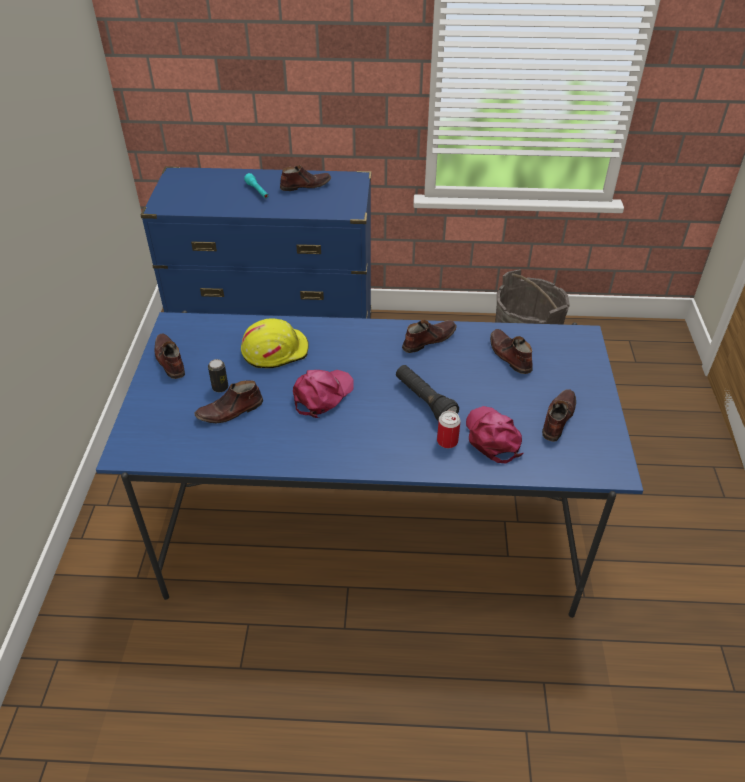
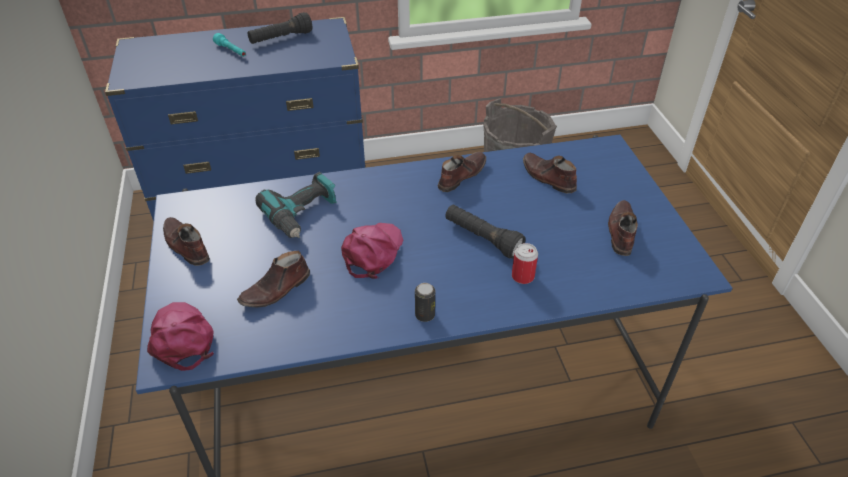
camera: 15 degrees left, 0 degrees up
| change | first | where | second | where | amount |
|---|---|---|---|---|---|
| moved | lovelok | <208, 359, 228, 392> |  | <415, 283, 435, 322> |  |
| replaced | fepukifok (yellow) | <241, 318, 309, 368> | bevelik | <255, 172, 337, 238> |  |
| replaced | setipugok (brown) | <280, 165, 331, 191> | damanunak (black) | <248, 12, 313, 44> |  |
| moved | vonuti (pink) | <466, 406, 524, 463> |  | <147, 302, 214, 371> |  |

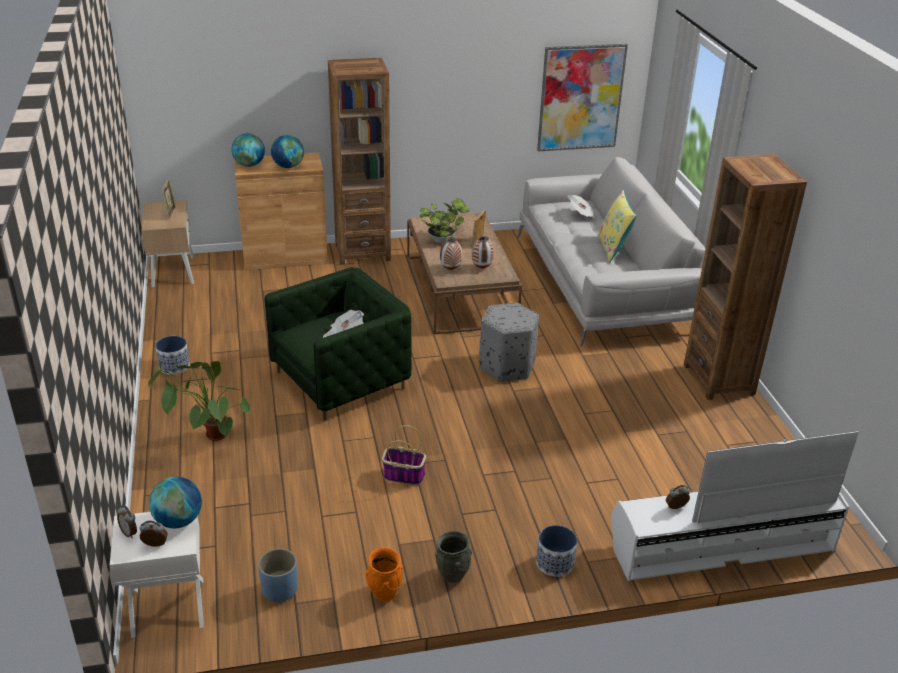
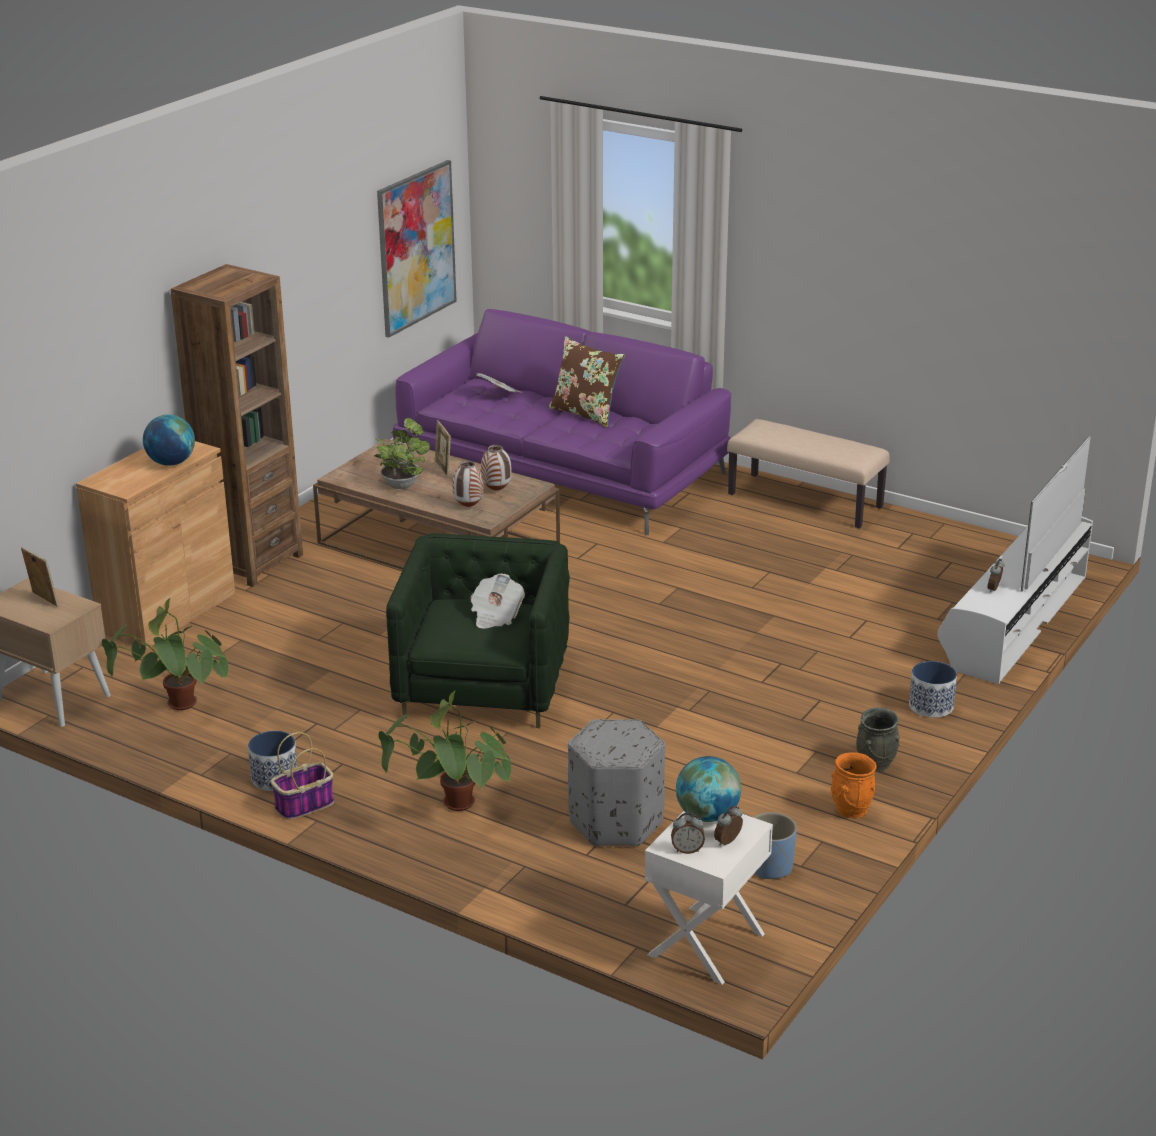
camera: 45 degrees left, 5 degrees down
| change | first | where | second | where | amount |
|---|---|---|---|---|---|
| removed | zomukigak | <232, 134, 265, 167> |  |  |  |
| moved | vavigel | <382, 425, 426, 485> |  | <271, 732, 334, 820> |  |
| moved | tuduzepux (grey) | <479, 303, 539, 382> |  | <568, 719, 665, 846> |  |
| recoloured | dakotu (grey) | <517, 157, 706, 347> | dakotu (purple) | <393, 309, 731, 535> |  |
| recoloured | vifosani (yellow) | <598, 190, 637, 263> | vifosani (brown) | <549, 336, 625, 428> |  |
| replaced | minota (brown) | <684, 154, 807, 400> | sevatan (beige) | <727, 419, 890, 528> |  |
| added |  |  | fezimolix | <102, 598, 229, 710> |  |

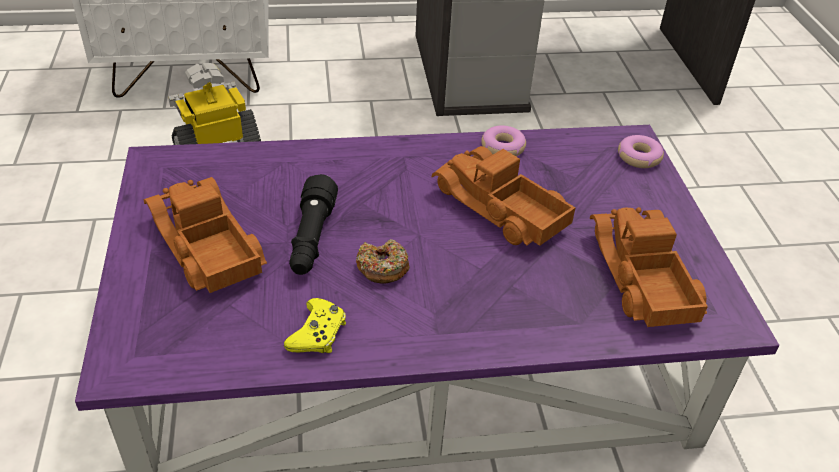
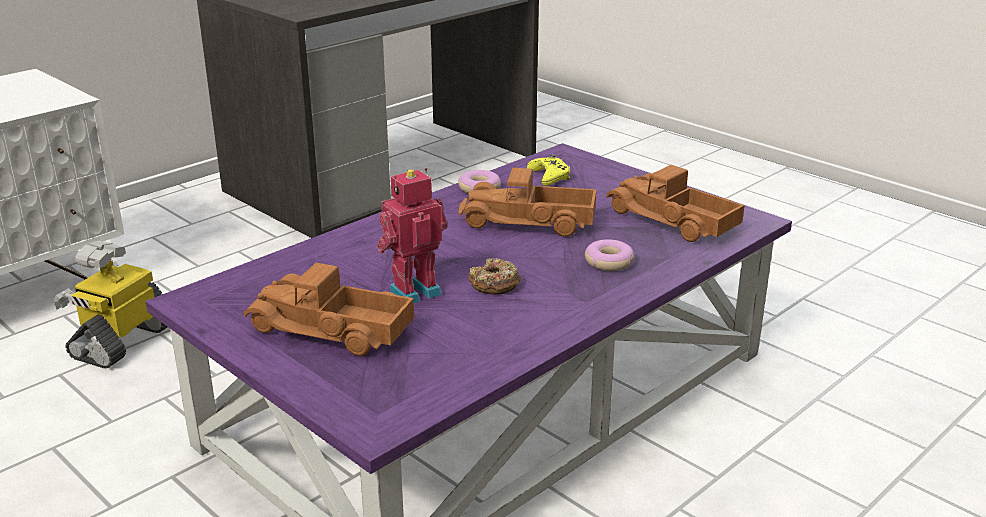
camera: 35 degrees left, 15 degrees down
| change | first | where | second | where | amount |
|---|---|---|---|---|---|
| moved | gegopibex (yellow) | <284, 298, 346, 353> |  | <527, 154, 570, 186> |  |
| replaced | damanunak (black) | <289, 174, 338, 275> | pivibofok | <377, 168, 448, 303> |  |
| moved | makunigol | <618, 135, 664, 168> |  | <585, 239, 634, 271> |  |

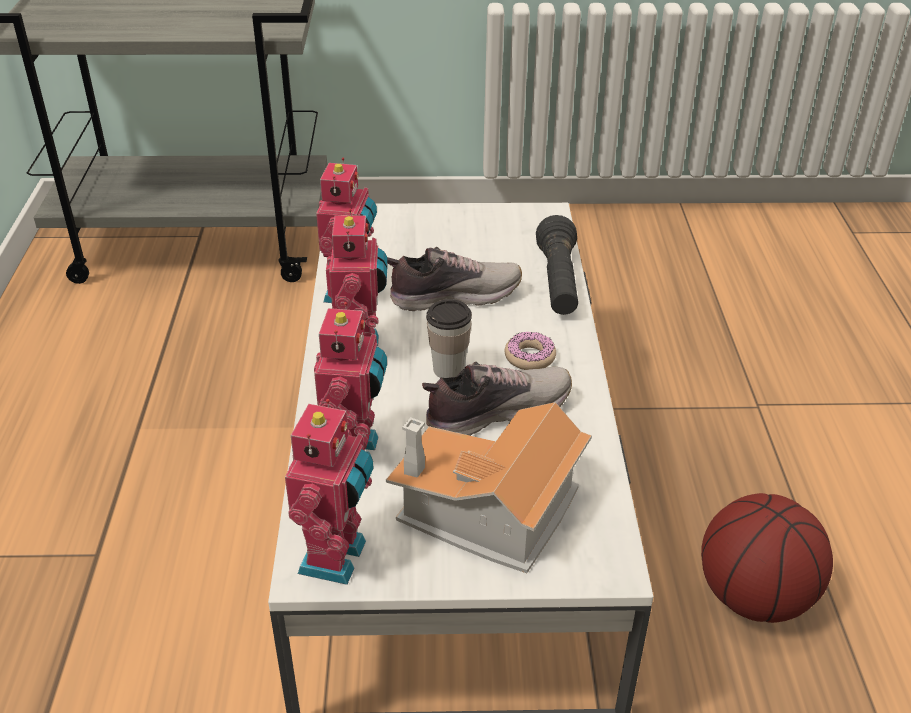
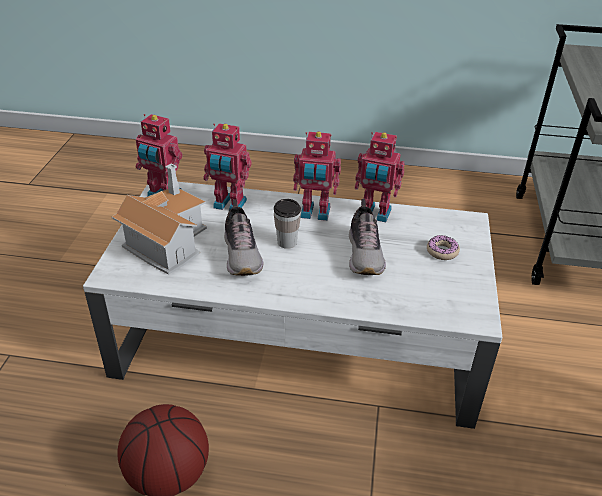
camera: 100 degrees right, 0 degrees up
| change | first | where | second | where | amount |
|---|---|---|---|---|---|
| moved | makunigol | <505, 332, 556, 370> |  | <427, 235, 460, 260> |  |
| removed | damanunak (black) | <536, 215, 578, 315> |  |  |  |

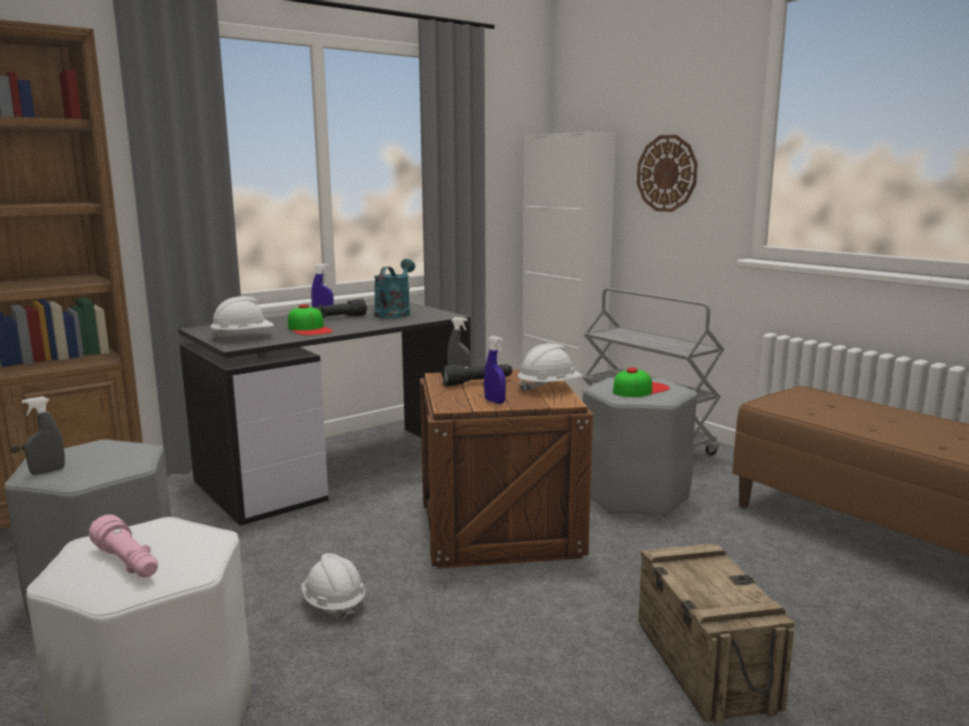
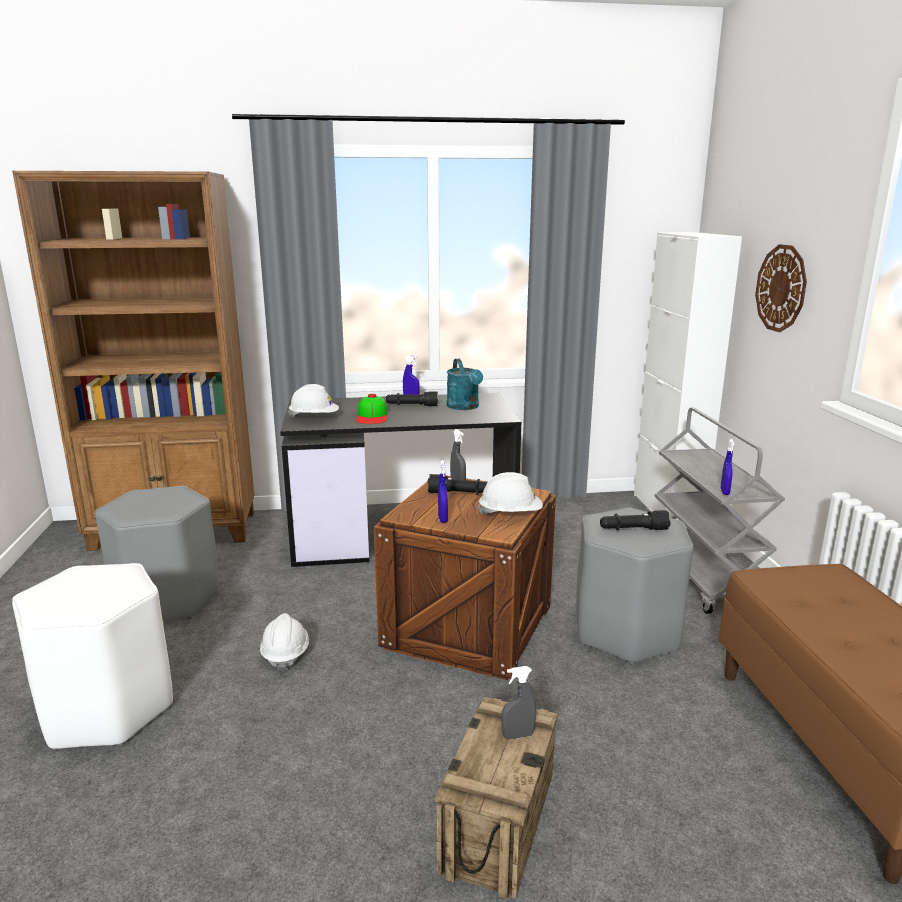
camera: 30 degrees right, 5 degrees up
| change | first | where | second | where | amount |
|---|---|---|---|---|---|
| moved | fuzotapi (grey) | <22, 396, 65, 475> |  | <501, 666, 536, 740> |  |
| removed | damanunak (pink) | <89, 514, 158, 577> |  |  |  |
| turned | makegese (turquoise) | <374, 259, 415, 318> |  | <447, 359, 483, 410> | 120 degrees clockwise |
| replaced | vonuti | <613, 367, 670, 397> | damanunak (black) | <600, 510, 671, 530> |  |
| added |  |  | fuzotapi (blue) | <720, 439, 734, 495> |  |

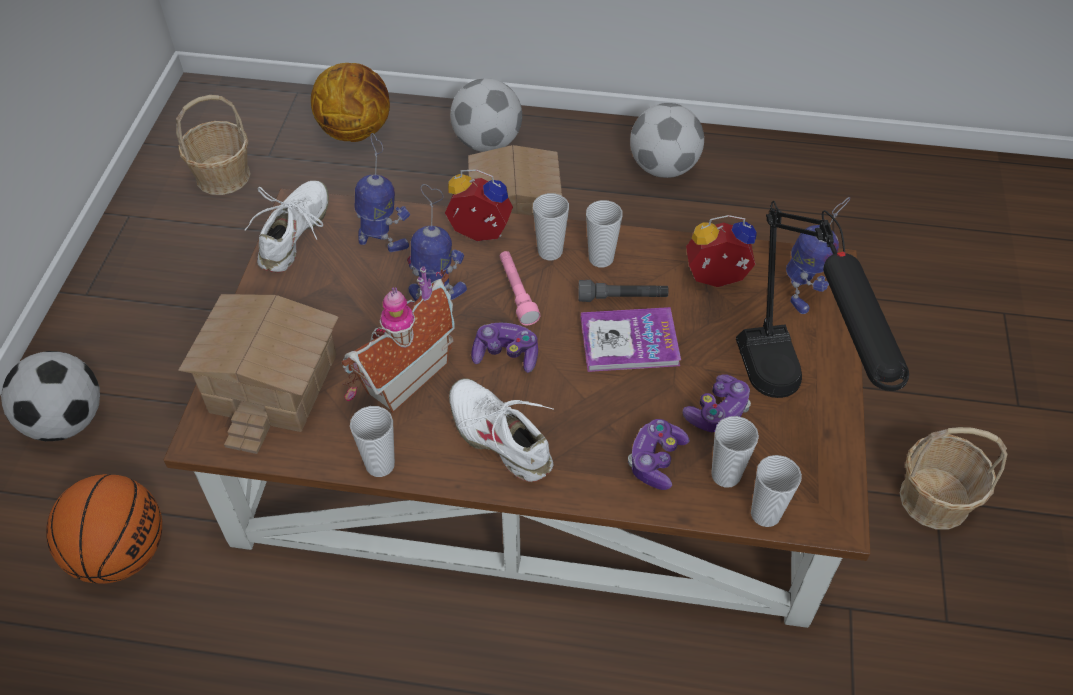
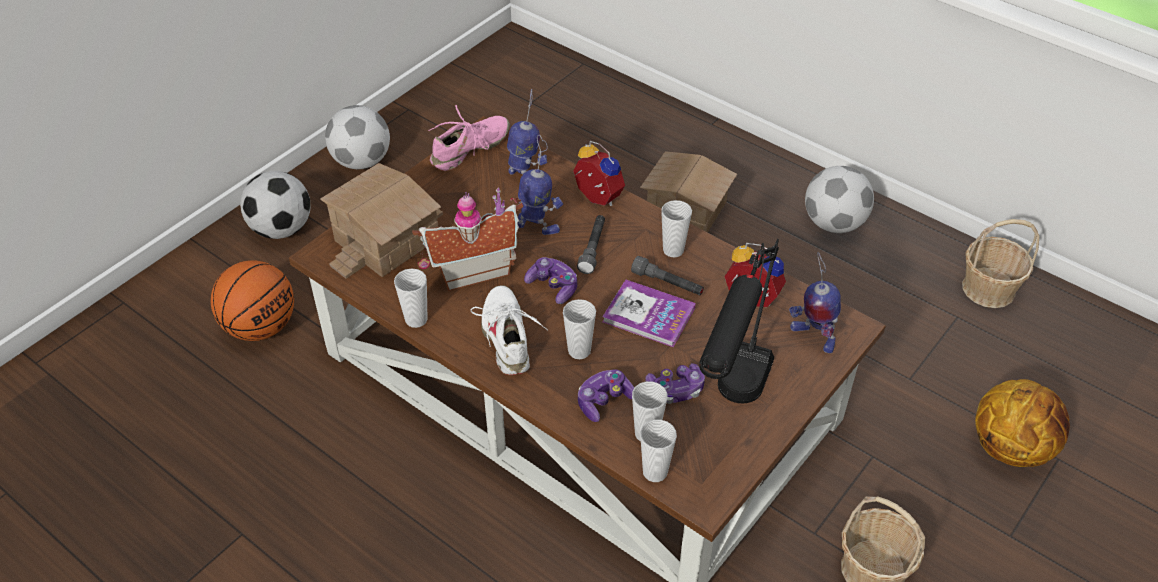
camera: 30 degrees right, 5 degrees down
| change | first | where | second | where | amount |
|---|---|---|---|---|---|
| moved | vavigel | <176, 95, 250, 195> |  | <962, 219, 1040, 308> |  |
| recoloured | setipugok (white) | <244, 181, 329, 272> | setipugok (pink) | <428, 105, 510, 171> |  |
| moved | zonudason | <311, 63, 390, 142> |  | <975, 379, 1070, 467> |  |
| moved | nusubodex | <450, 78, 522, 152> |  | <325, 105, 390, 169> |  |
| recoloured | damanunak (pink) | <500, 251, 541, 325> | damanunak (grey) | <577, 215, 605, 274> |  |
| moved | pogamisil | <533, 193, 569, 260> |  | <563, 299, 596, 359> |  |
| turned | pivibofok | <786, 197, 850, 314> |  | <789, 252, 841, 353> | 90 degrees clockwise |

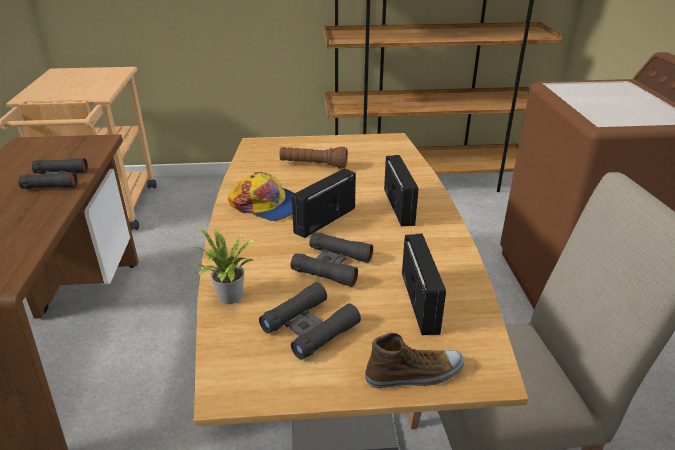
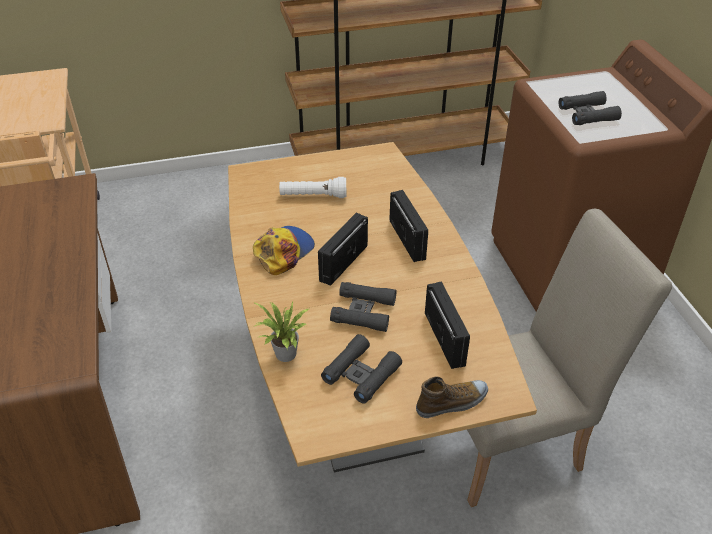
camera: 10 degrees left, 10 degrees up
| change | first | where | second | where | amount |
|---|---|---|---|---|---|
| moved | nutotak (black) | <18, 158, 88, 189> |  | <559, 91, 622, 125> |  |
| turned | vonuti | <228, 172, 295, 221> |  | <253, 226, 315, 275> | 75 degrees counterclockwise |
| recoloured | damanunak (brown) | <279, 147, 348, 168> | damanunak (white) | <279, 177, 346, 198> |  |

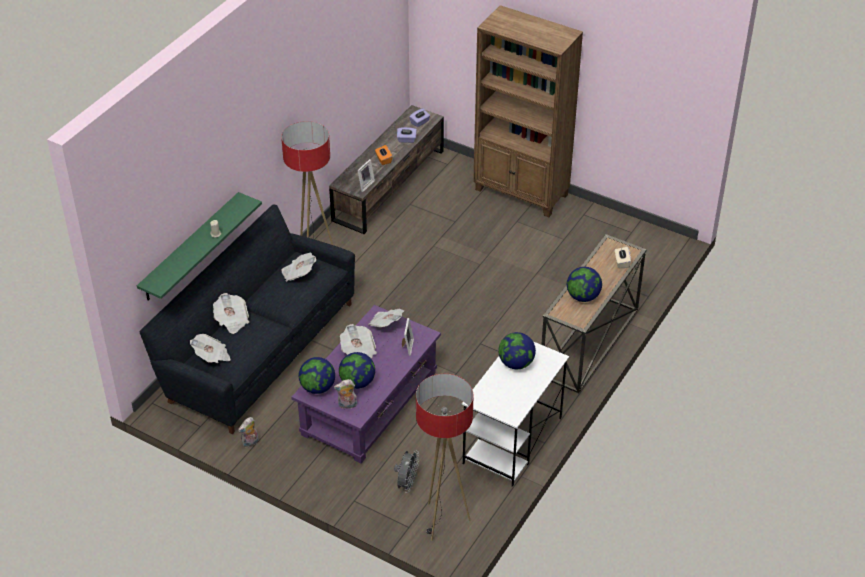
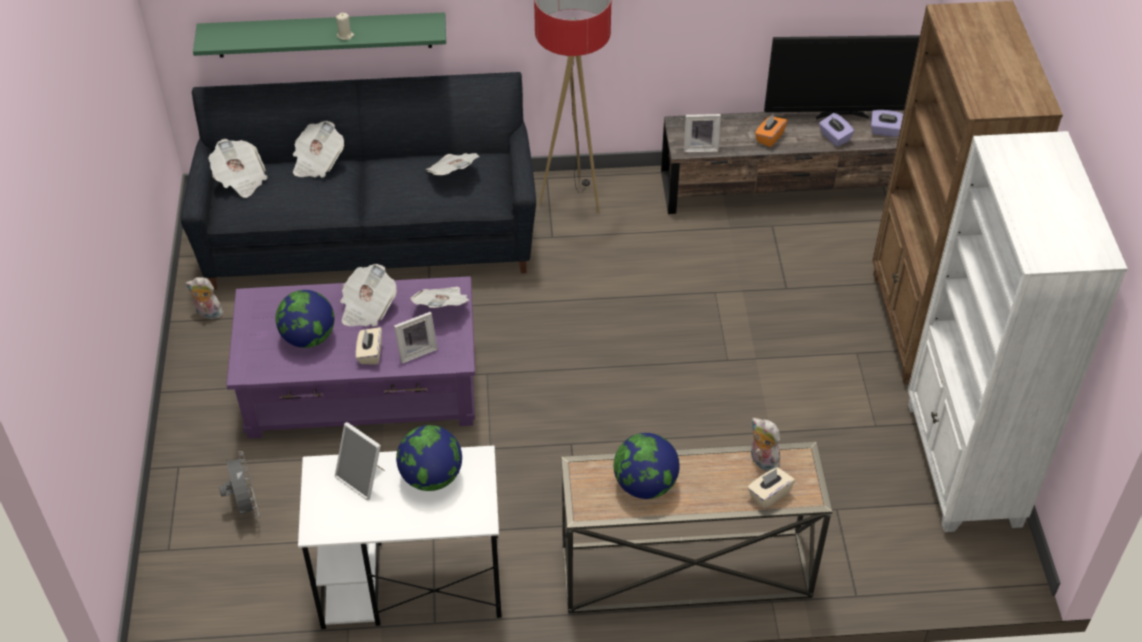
camera: 55 degrees right, 5 degrees up
| change | first | where | second | where | amount |
|---|---|---|---|---|---|
| removed | zomukigak | <299, 357, 335, 394> |  |  |  |
| moved | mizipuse | <334, 379, 357, 409> |  | <751, 418, 781, 472> |  |
| turned | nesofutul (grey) | <394, 451, 419, 493> |  | <219, 451, 259, 518> | 90 degrees counterclockwise |
| removed | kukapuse | <416, 374, 474, 541> |  |  |  |
| added |  |  | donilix | <335, 422, 385, 500> |  |
| added |  |  | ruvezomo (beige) | <356, 327, 382, 364> |  |
| added |  |  | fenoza | <764, 35, 920, 119> |  |
| added |  |  | minota (white) | <907, 131, 1128, 532> |  |

